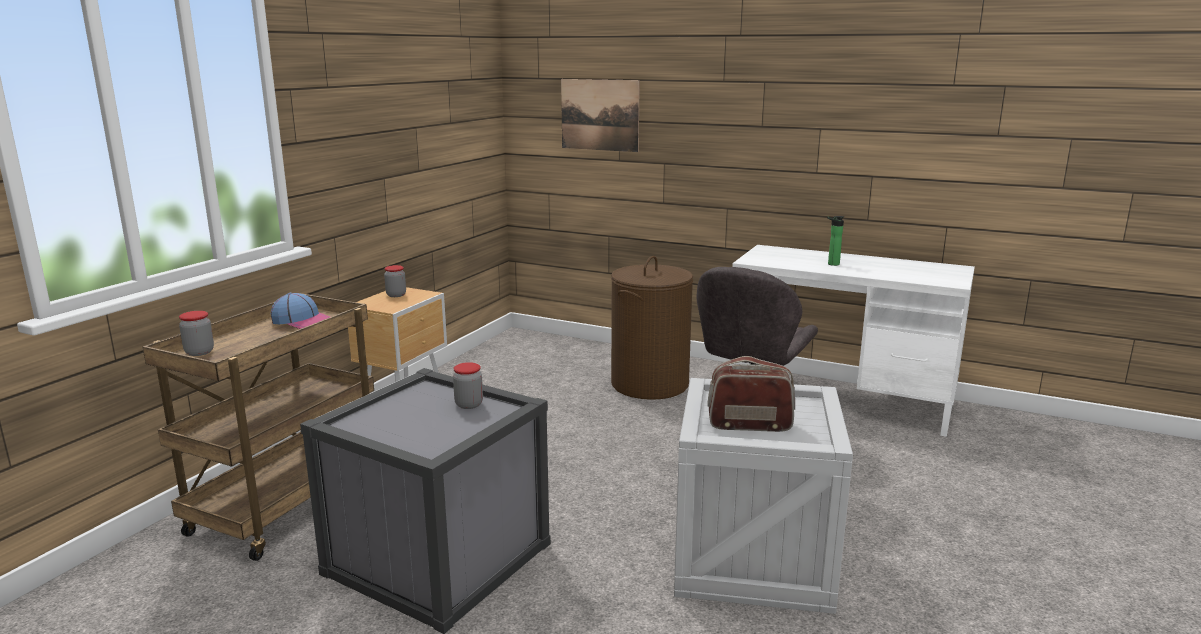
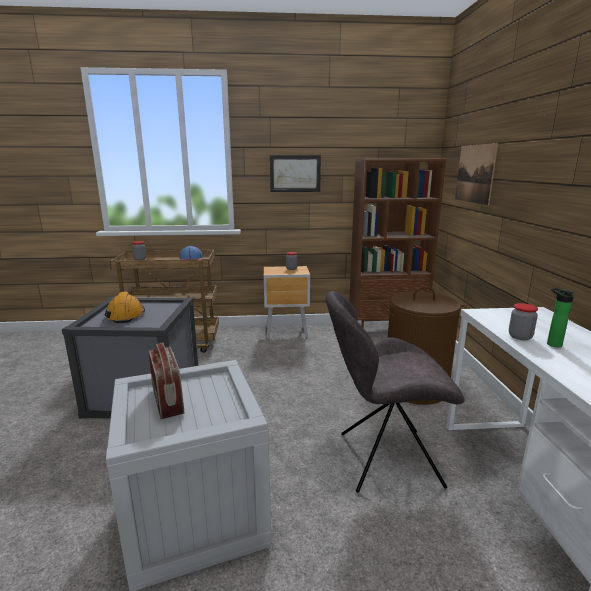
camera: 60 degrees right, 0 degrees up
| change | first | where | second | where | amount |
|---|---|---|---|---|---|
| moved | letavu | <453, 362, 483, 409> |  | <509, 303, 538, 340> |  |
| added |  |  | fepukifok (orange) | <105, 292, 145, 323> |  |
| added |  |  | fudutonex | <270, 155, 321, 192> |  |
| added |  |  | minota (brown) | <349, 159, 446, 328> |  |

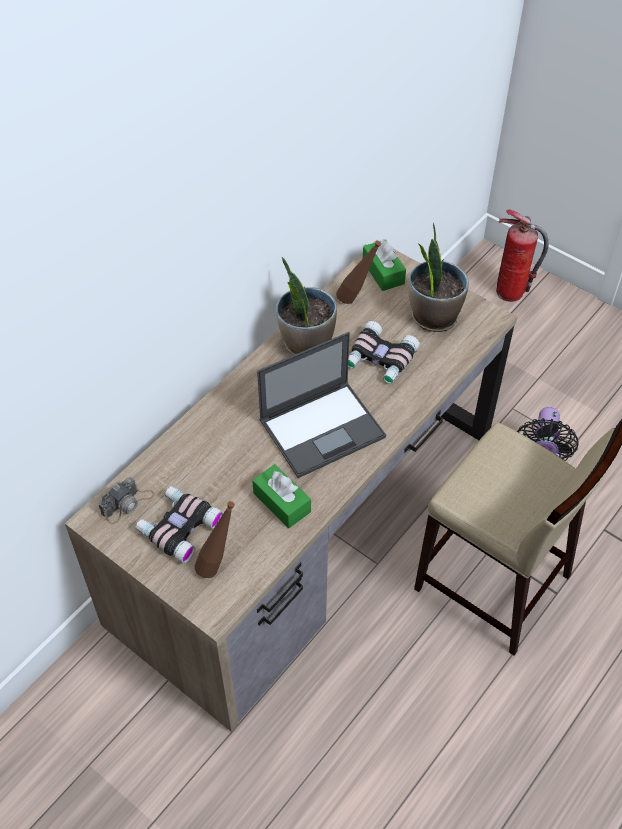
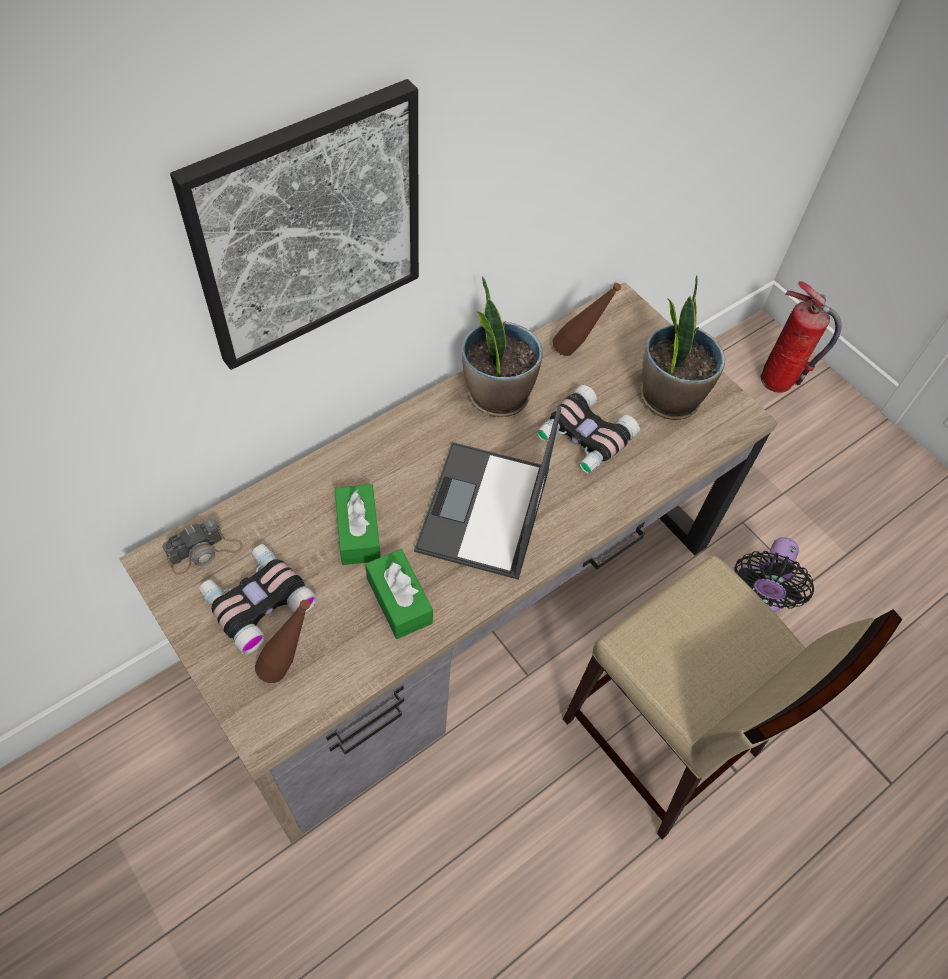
camera: 10 degrees right, 5 degrees up
| change | first | where | second | where | amount |
|---|---|---|---|---|---|
| turned | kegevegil | <257, 332, 386, 478> |  | <414, 406, 561, 580> | 120 degrees clockwise |
| moved | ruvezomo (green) | <363, 239, 406, 291> |  | <335, 484, 381, 565> |  |
| added |  |  | fudutonex | <170, 79, 419, 370> |  |

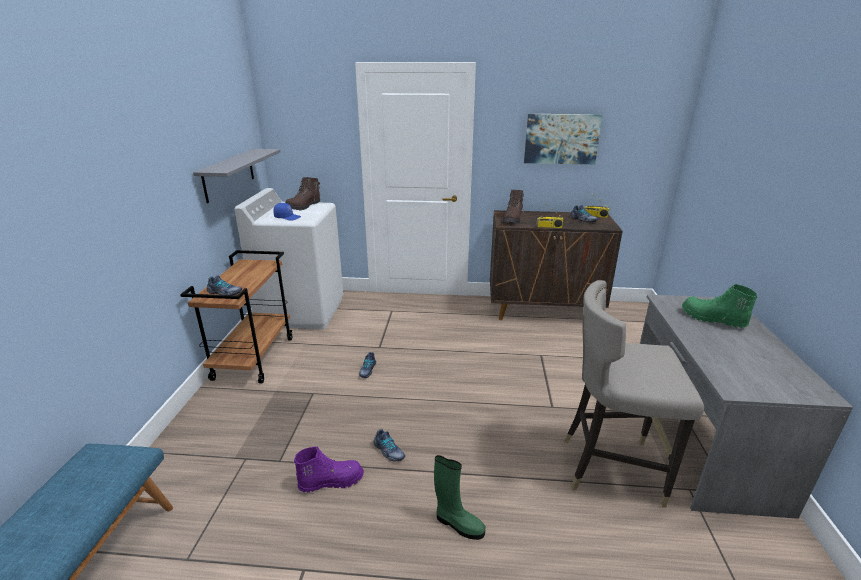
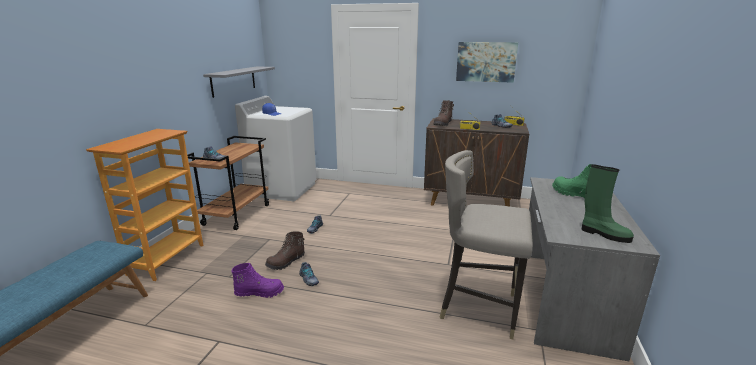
camera: 10 degrees right, 5 degrees down
| change | first | where | second | where | amount |
|---|---|---|---|---|---|
| moved | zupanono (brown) | <285, 177, 320, 210> |  | <265, 231, 305, 270> |  |
| moved | zupanono (green) | <434, 455, 485, 540> |  | <582, 164, 634, 243> |  |
| added |  |  | minota | <86, 129, 203, 281> |  |

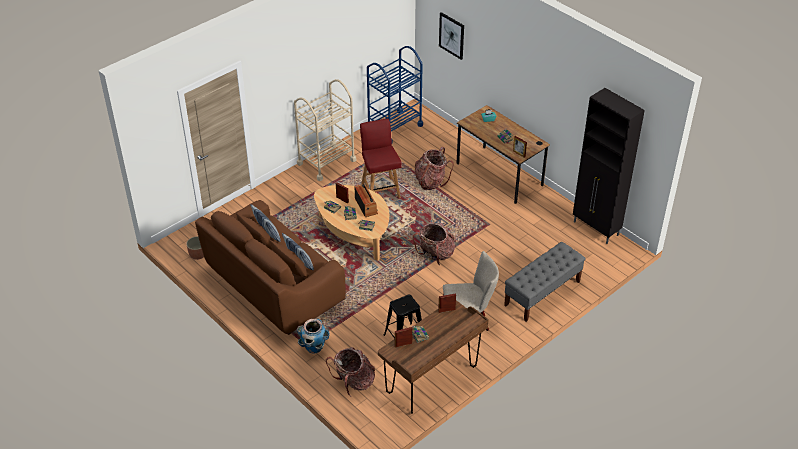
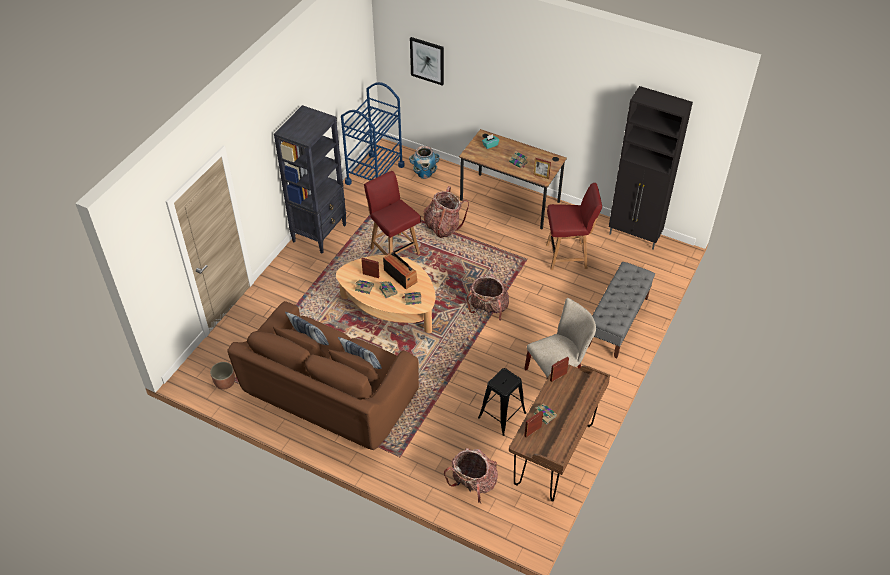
camera: 20 degrees left, 5 degrees up
| change | first | where | second | where | amount |
|---|---|---|---|---|---|
| replaced | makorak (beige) | <294, 79, 356, 181> | minota (black) | <274, 105, 346, 253> |  |
| moved | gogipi | <297, 319, 330, 354> |  | <409, 146, 440, 179> |  |
| added |  |  | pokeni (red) | <546, 183, 602, 270> |  |

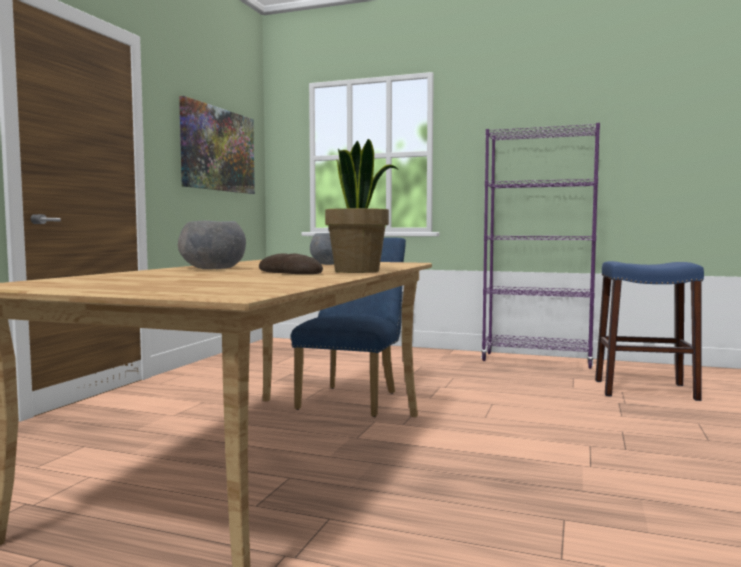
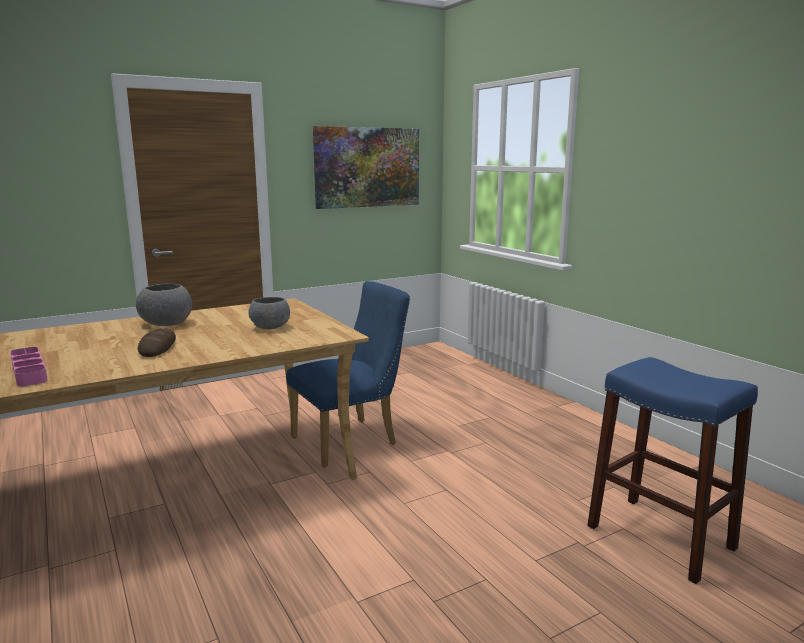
camera: 40 degrees right, 10 degrees up
| change | first | where | second | where | amount |
|---|---|---|---|---|---|
| removed | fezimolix | <325, 139, 398, 273> |  |  |  |
| removed | minota (purple) | <481, 123, 600, 369> |  |  |  |
| added |  |  | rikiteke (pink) | <10, 347, 47, 386> |  |

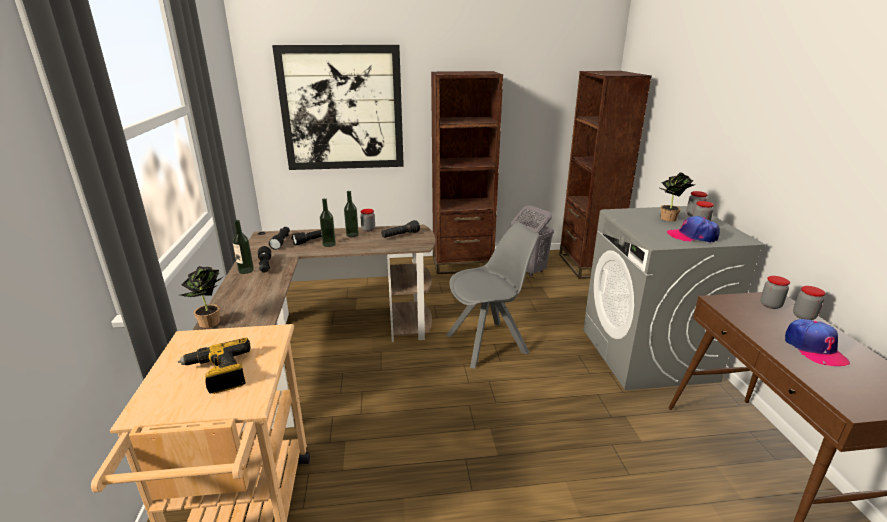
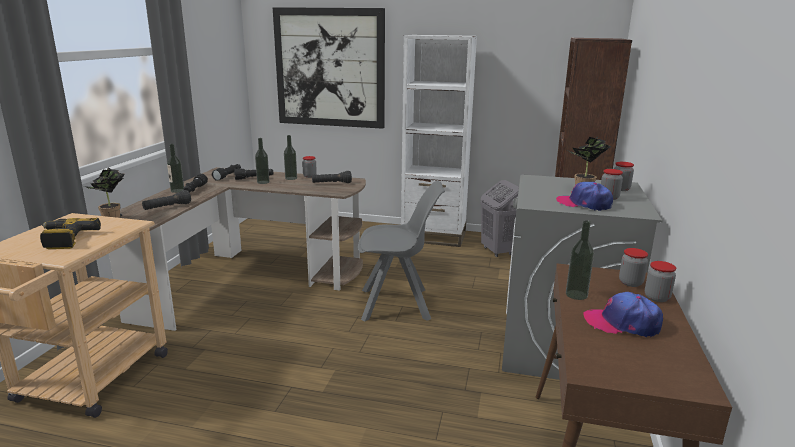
camera: 20 degrees right, 5 degrees down
| change | first | where | second | where | amount |
|---|---|---|---|---|---|
| recoloured | minota (brown) | <431, 71, 503, 274> | minota (white) | <401, 35, 477, 247> |  |
| turned | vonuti | <785, 319, 850, 366> |  | <583, 292, 663, 338> | 90 degrees clockwise |
| added |  |  | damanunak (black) | <142, 190, 191, 210> |  |
| added |  |  | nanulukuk | <566, 220, 594, 300> |  |

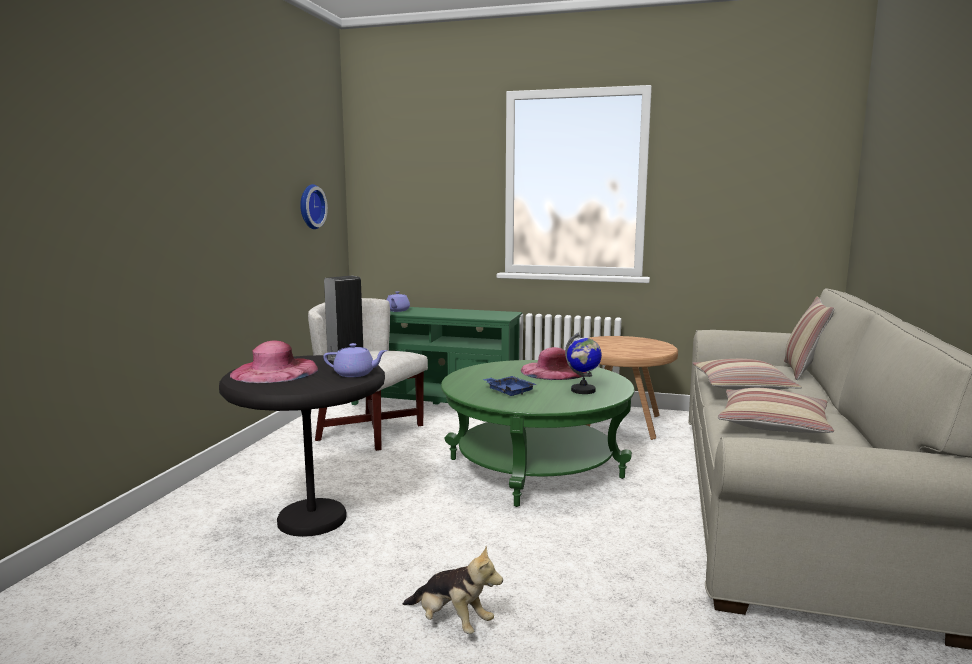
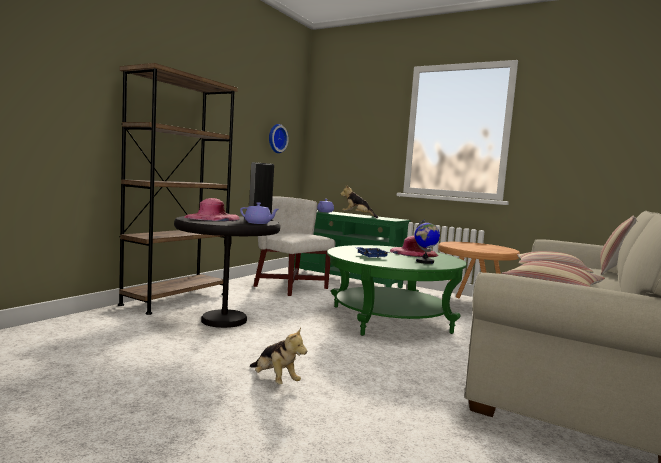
camera: 15 degrees right, 5 degrees down
| change | first | where | second | where | amount |
|---|---|---|---|---|---|
| added |  |  | minota (brown) | <118, 63, 238, 315> |  |
| added |  |  | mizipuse | <340, 185, 378, 218> |  |

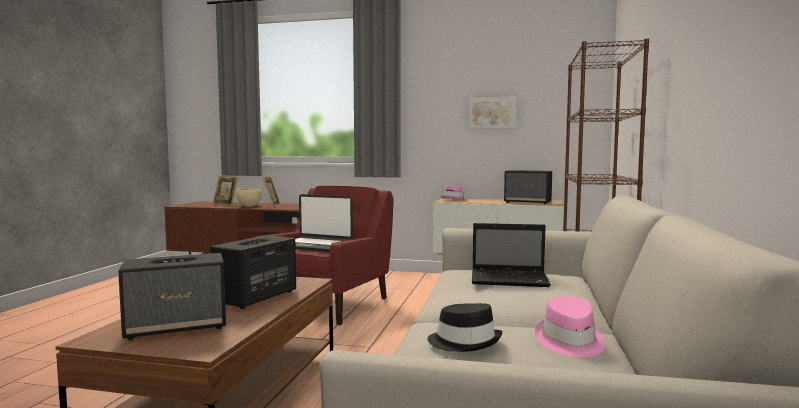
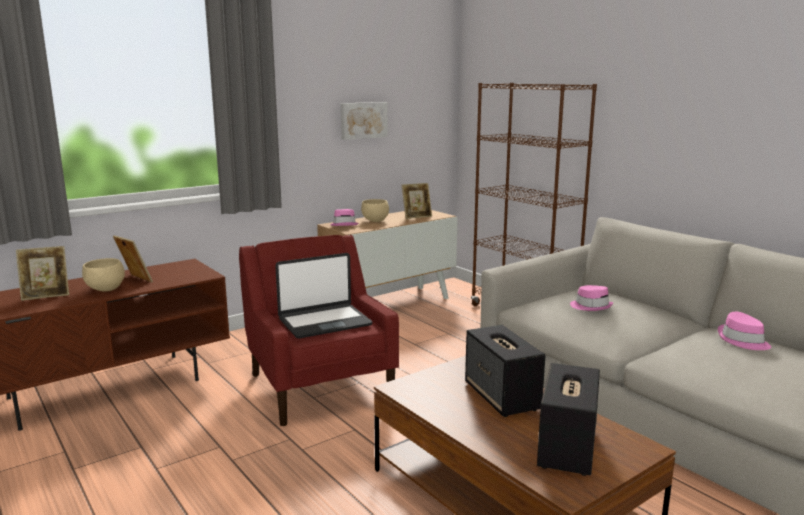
camera: 50 degrees left, 10 degrees up
| change | first | where | second | where | amount |
|---|---|---|---|---|---|
| removed | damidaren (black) | <428, 303, 502, 352> |  |  |  |
| replaced | kegevegil | <472, 223, 551, 287> | damidaren (pink) | <570, 285, 613, 311> |  |
| replaced | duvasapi | <504, 170, 552, 204> | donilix | <402, 183, 432, 219> |  |
| added |  |  | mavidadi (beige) | <361, 199, 389, 222> |  |

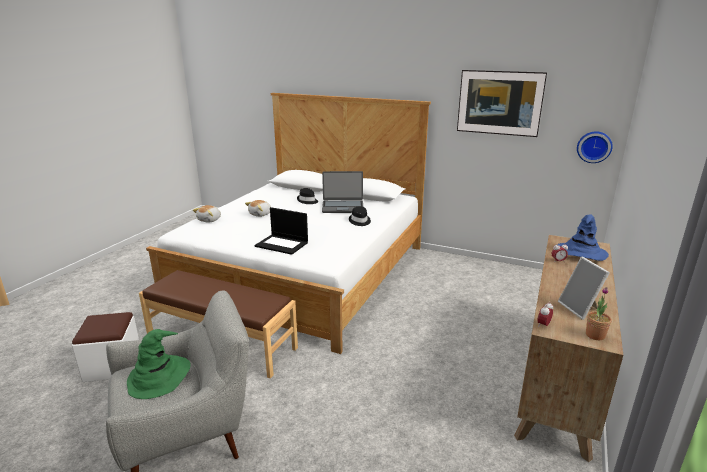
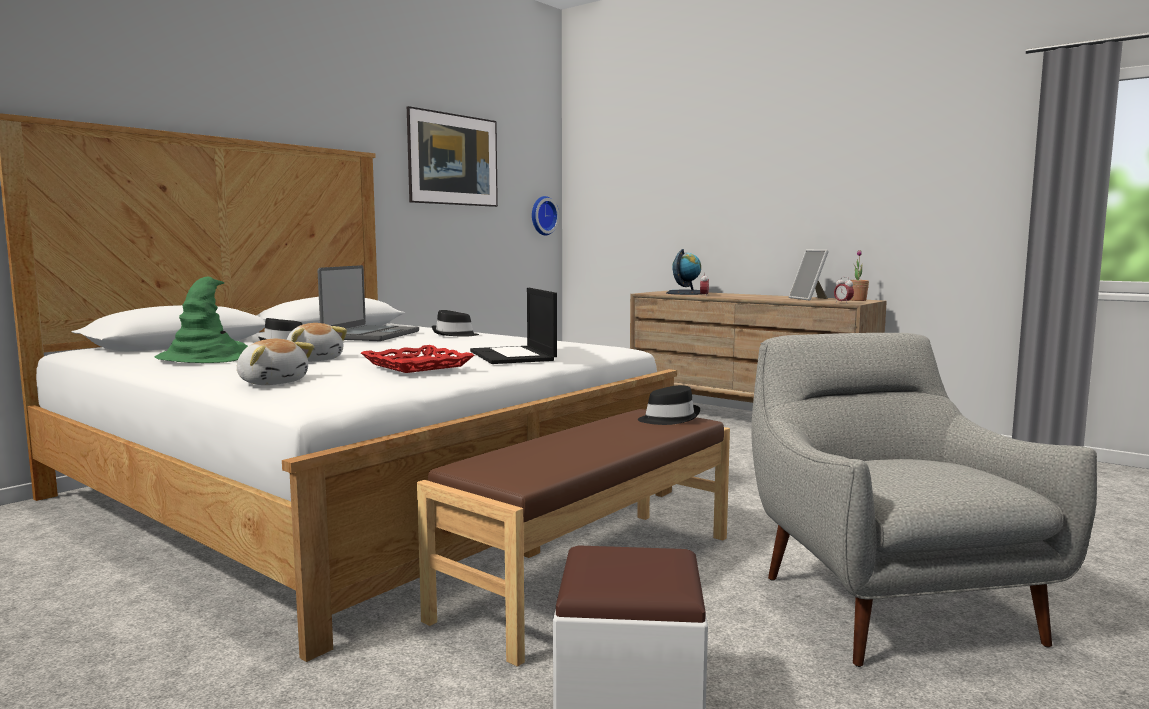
camera: 75 degrees left, 15 degrees down
| change | first | where | second | where | amount |
|---|---|---|---|---|---|
| moved | damidaren (green) | <127, 329, 191, 399> |  | <155, 277, 248, 363> |  |
| turned | kegevegil | <255, 207, 308, 255> |  | <470, 288, 557, 364> | 120 degrees clockwise |
| replaced | damidaren (blue) | <558, 214, 609, 261> | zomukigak | <666, 249, 701, 295> |  |
| turned | donilix | <558, 257, 610, 320> |  | <789, 250, 829, 301> | 75 degrees clockwise |
| added |  |  | rikiteke (red) | <361, 345, 474, 373> |  |
| added |  |  | damidaren (black) | <638, 385, 700, 425> |  |

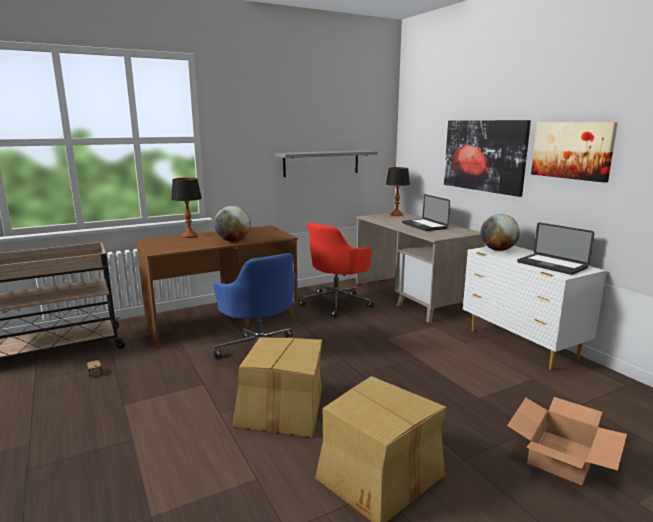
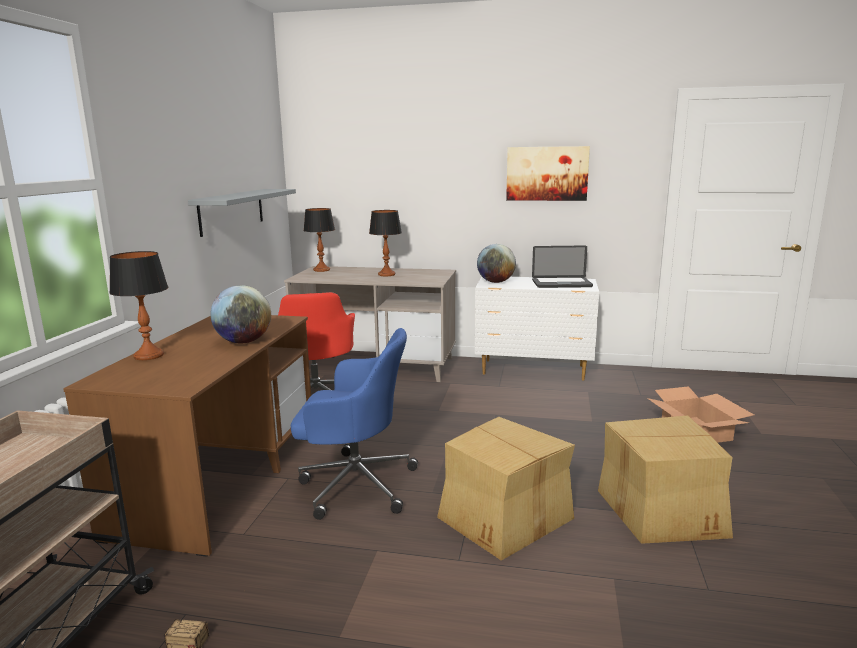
camera: 50 degrees left, 0 degrees up
| change | first | where | second | where | amount |
|---|---|---|---|---|---|
| replaced | kegevegil | <402, 194, 450, 231> | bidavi | <369, 210, 402, 276> |  |
| removed | fudutonex | <444, 120, 531, 197> |  |  |  |

